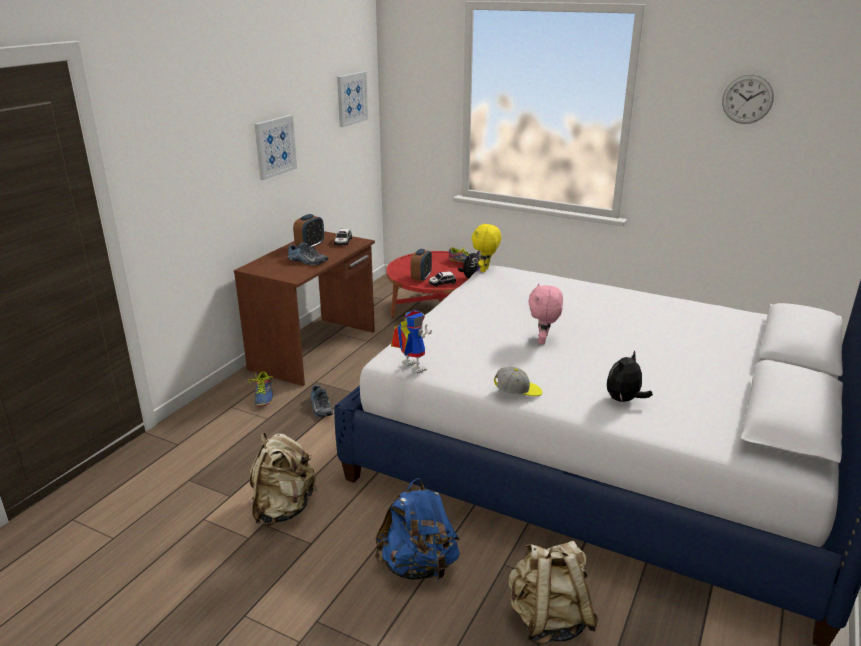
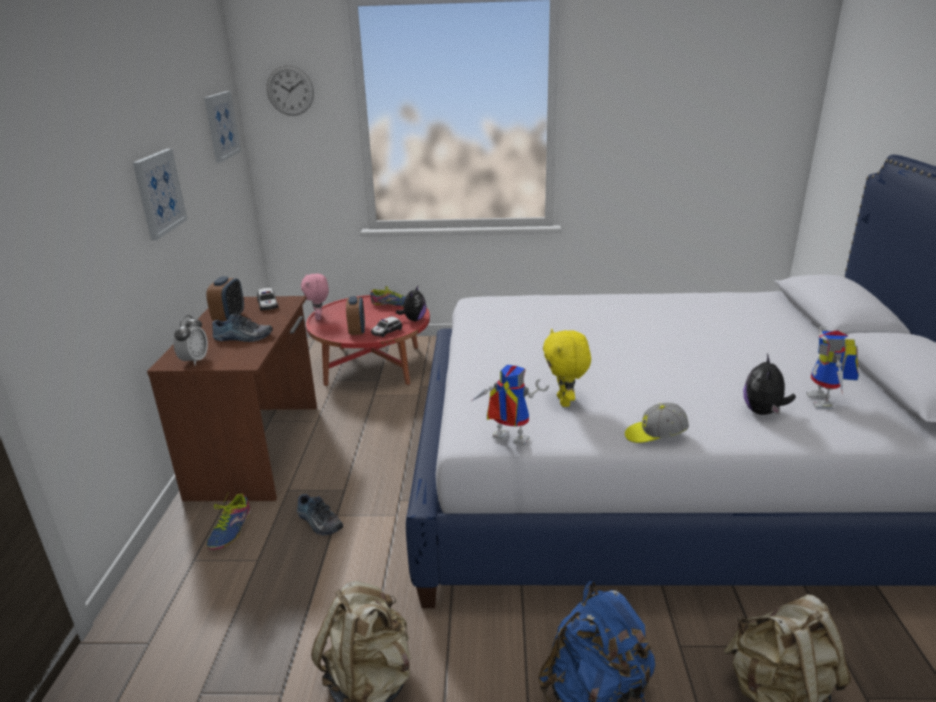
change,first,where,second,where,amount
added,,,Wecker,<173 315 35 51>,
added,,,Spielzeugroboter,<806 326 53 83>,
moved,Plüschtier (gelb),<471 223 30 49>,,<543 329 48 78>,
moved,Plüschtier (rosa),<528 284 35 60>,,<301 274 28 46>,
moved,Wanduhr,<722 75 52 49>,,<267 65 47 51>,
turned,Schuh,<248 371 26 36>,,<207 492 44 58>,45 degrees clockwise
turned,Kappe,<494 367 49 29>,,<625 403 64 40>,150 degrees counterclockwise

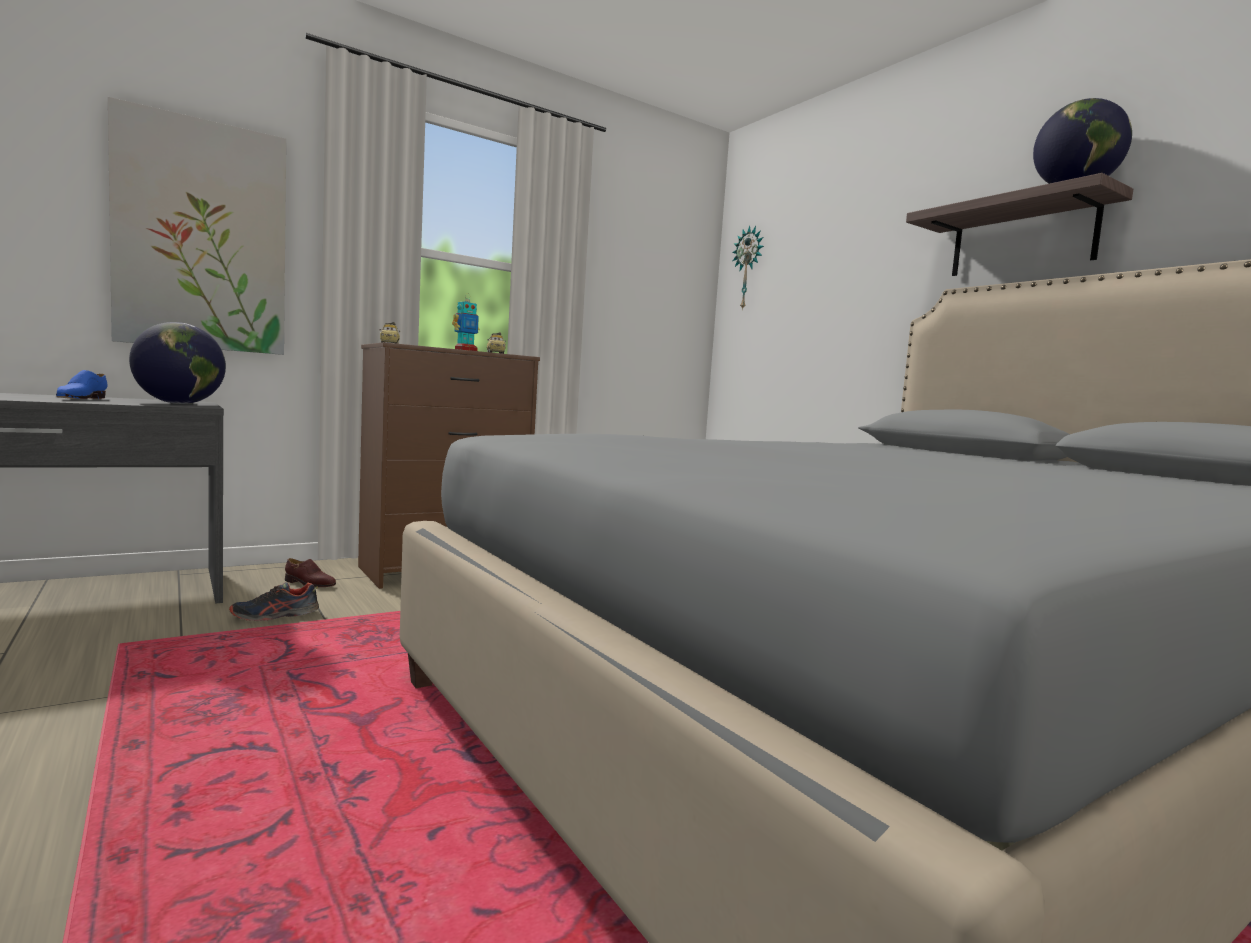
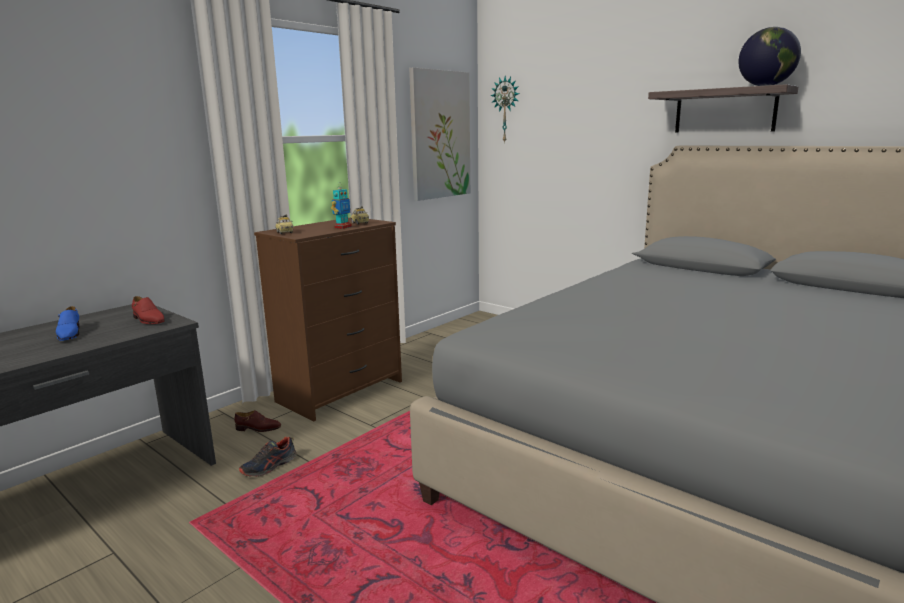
change,first,where,second,where,amount
moved,Bild,<108 97 178 258>,,<409 67 61 134>,
replaced,Globus,<129 322 97 82>,Schuh (rot),<132 296 33 28>,

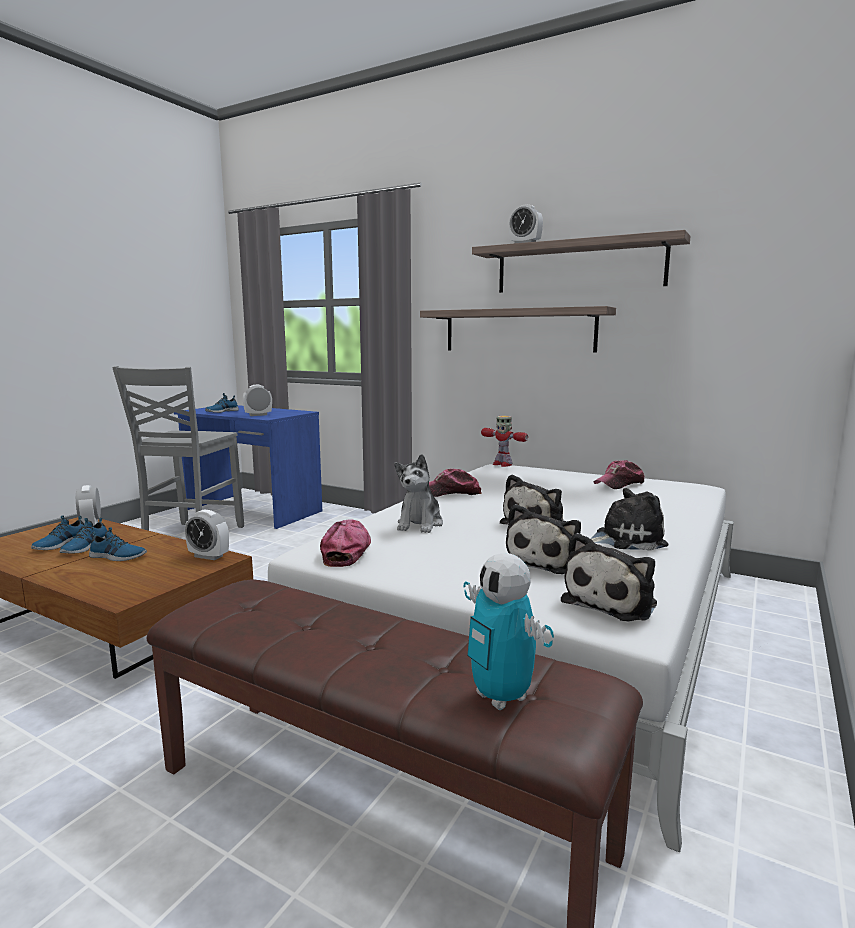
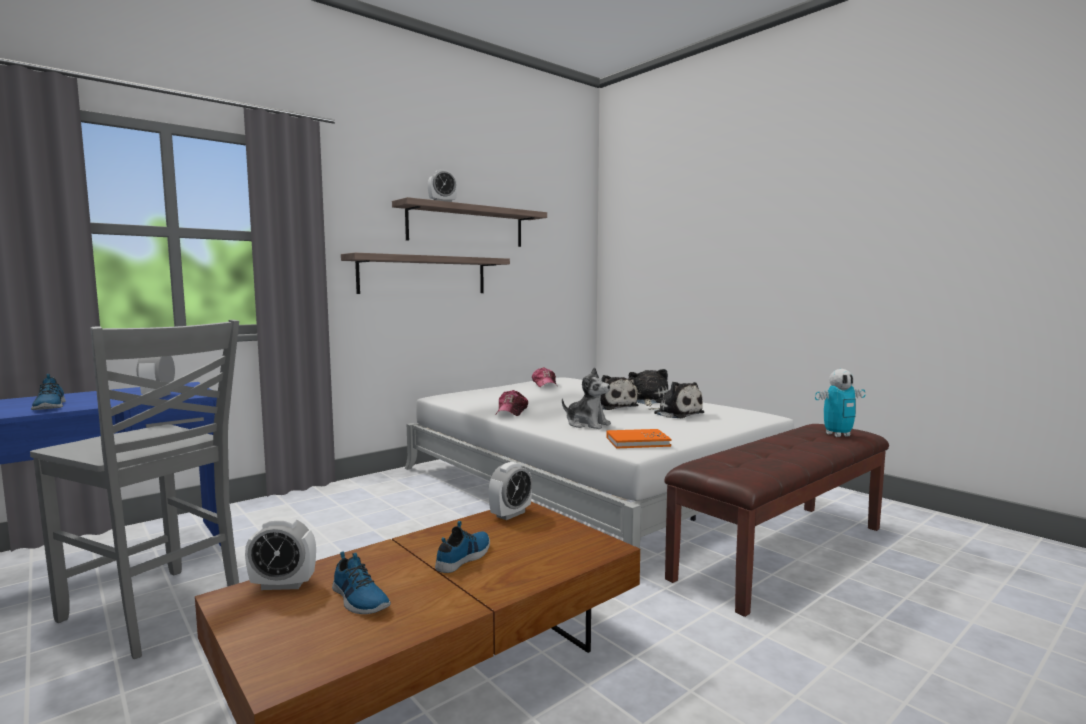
change,first,where,second,where,amount
removed,Schuh,<59 518 48 35>,,,
removed,Spielzeugroboter,<481 416 47 51>,,,
removed,Plüschtier,<561 533 96 89>,,,
replaced,Kappe,<320 519 51 48>,Buch (orange),<606 429 65 20>,

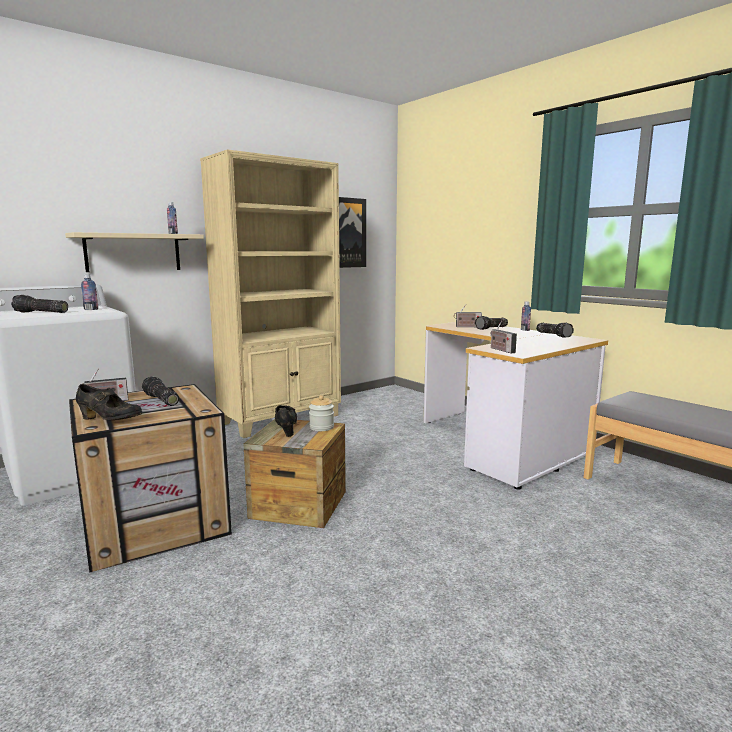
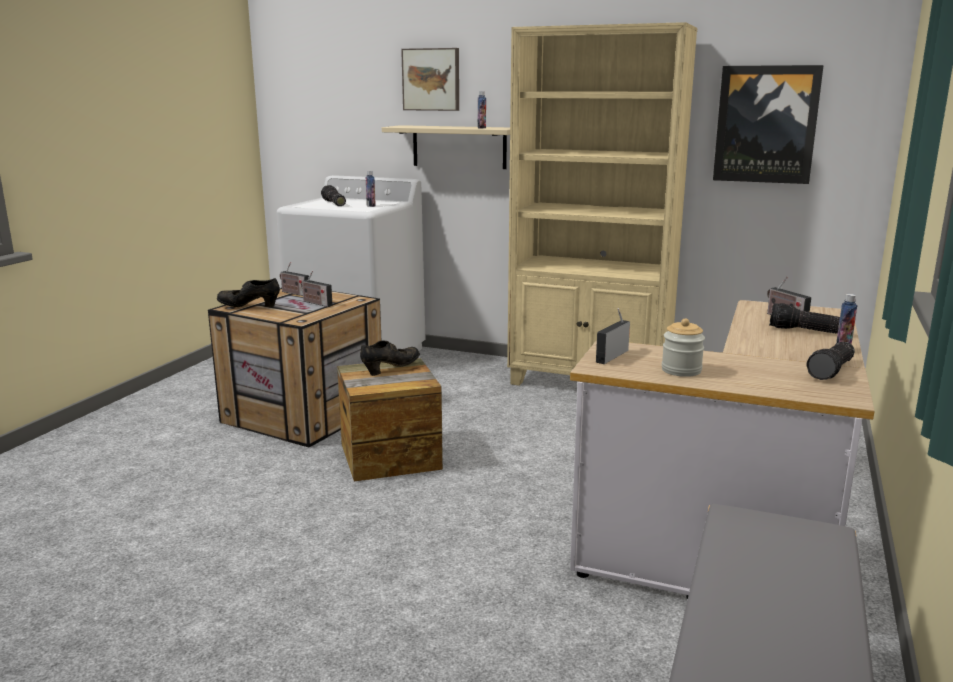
change,first,where,second,where,amount
added,,,Bild,<401 48 58 63>,
moved,Vorratsglas,<309 395 25 36>,,<662 319 43 58>,
replaced,Taschenlampe,<142 377 37 29>,Radio,<301 270 32 37>,
turned,Schuh (schwarz),<76 384 66 36>,,<217 278 63 29>,105 degrees clockwise

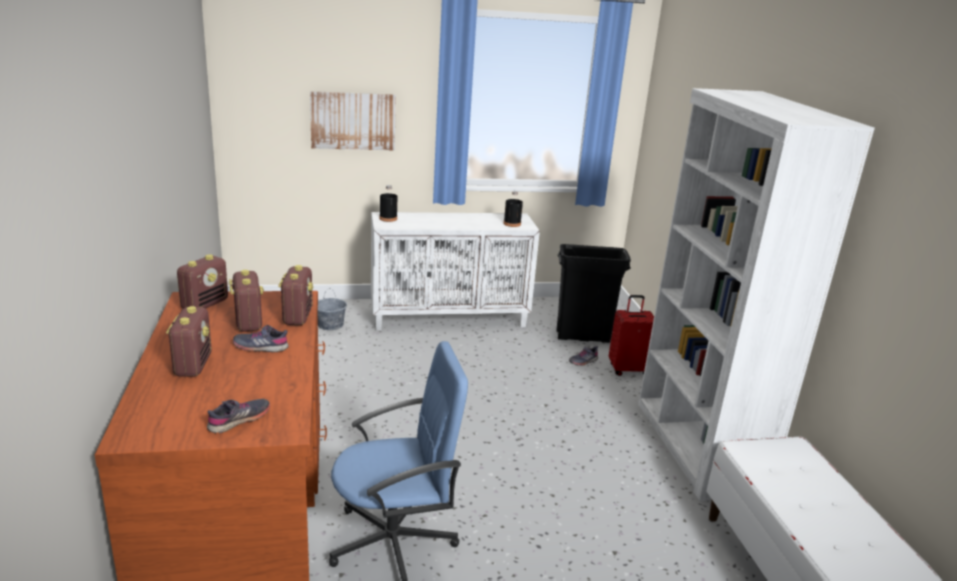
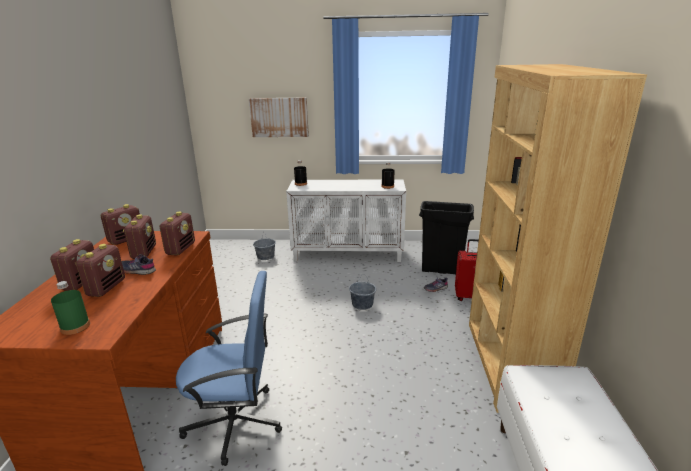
change,first,where,second,where,amount
added,,,Radio,<76 244 49 53>,
added,,,Eimer (grau),<349 274 27 36>,
replaced,Schuh (grau),<207 399 63 34>,Flasche (grün),<51 281 39 54>,
recoloured,Bücherregal (weiß),<638 88 237 413>,Bücherregal (braun),<469 64 178 349>,

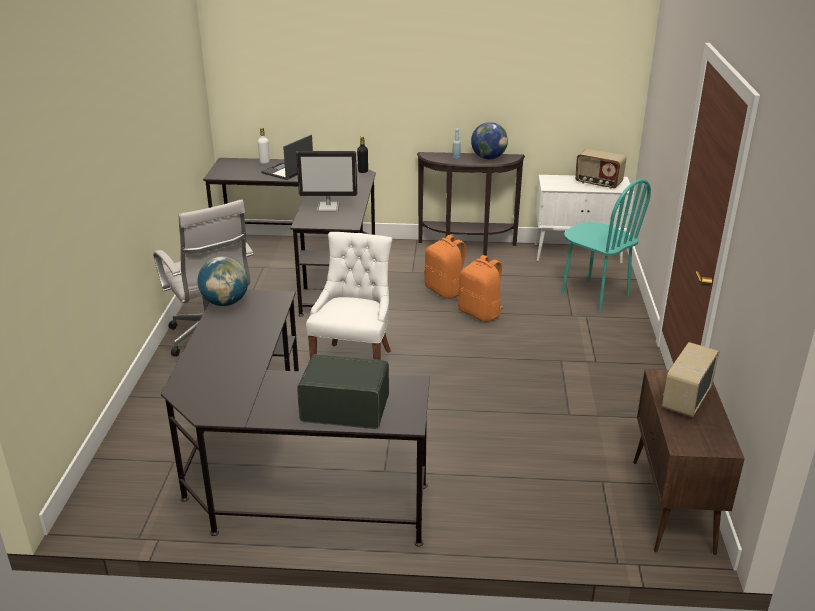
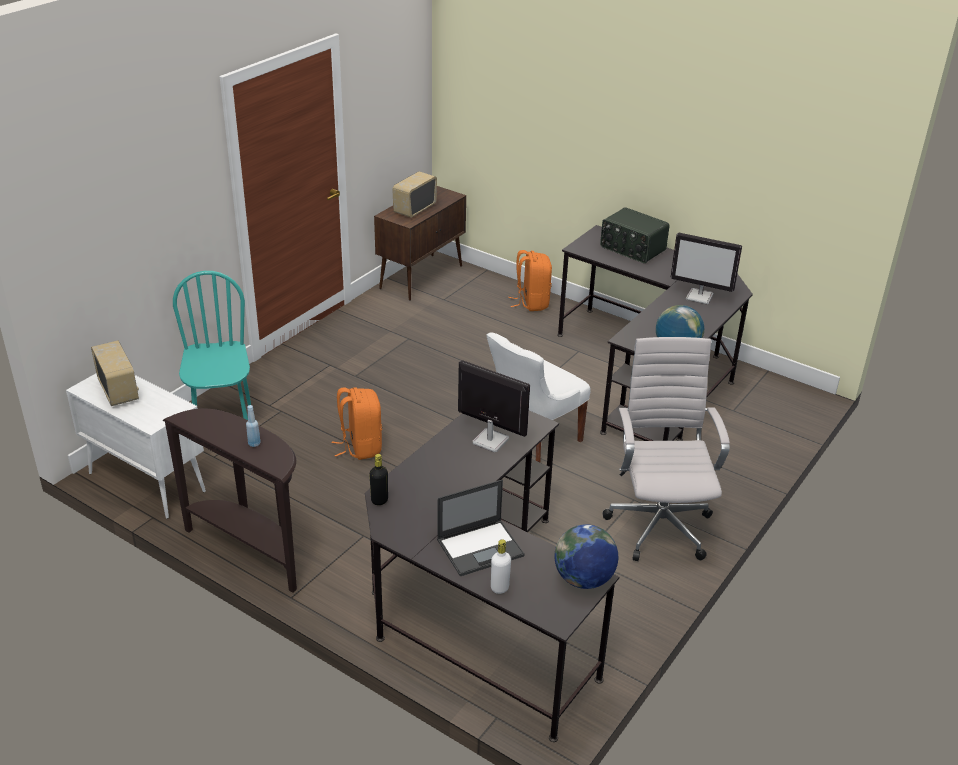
change,first,where,second,where,amount
added,,,Monitor,<671 232 71 72>,
moved,Rucksack (orange),<424 235 42 64>,,<508 250 44 61>,
moved,Globus,<471 122 37 37>,,<554 524 64 65>,
turned,Radio,<662 342 57 75>,,<392 171 45 47>,150 degrees clockwise

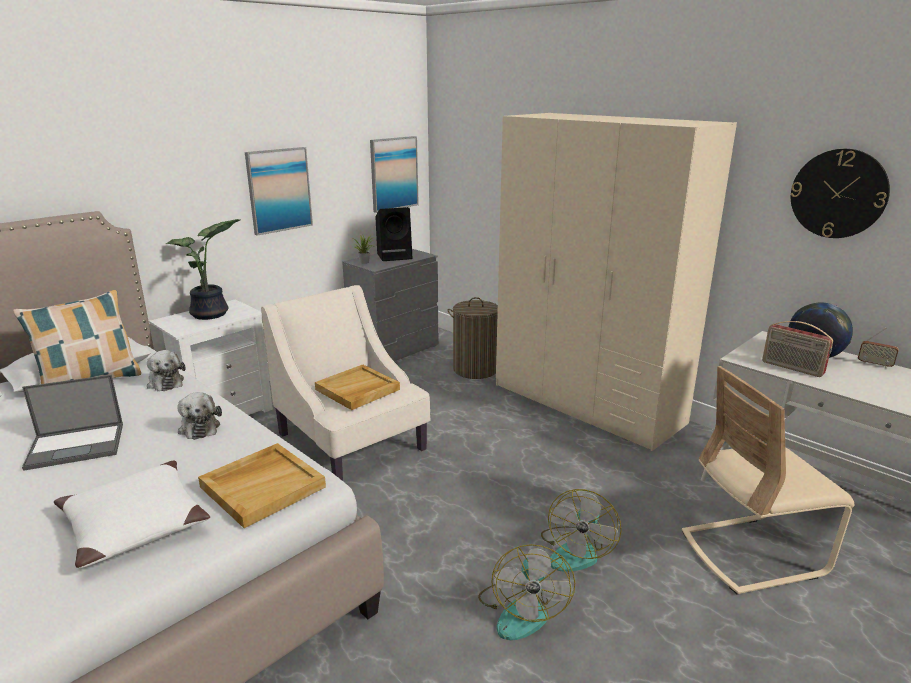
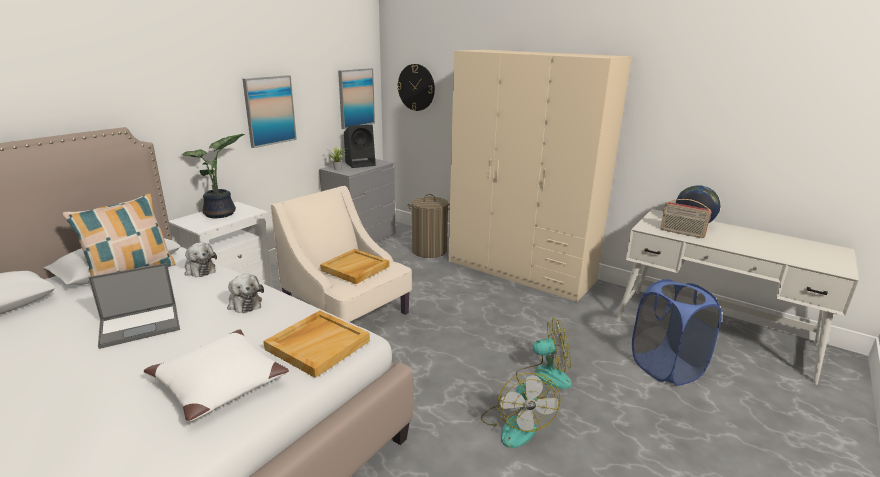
change,first,where,second,where,amount
removed,Radio,<858 328 41 40>,,,
moved,Wanduhr,<791 149 99 89>,,<397 64 38 47>,
replaced,Stuhl (beige),<682 366 173 229>,Wäschekorb (blau),<632 279 90 107>,
turned,Ventilator,<541 489 80 83>,,<516 318 56 81>,105 degrees counterclockwise

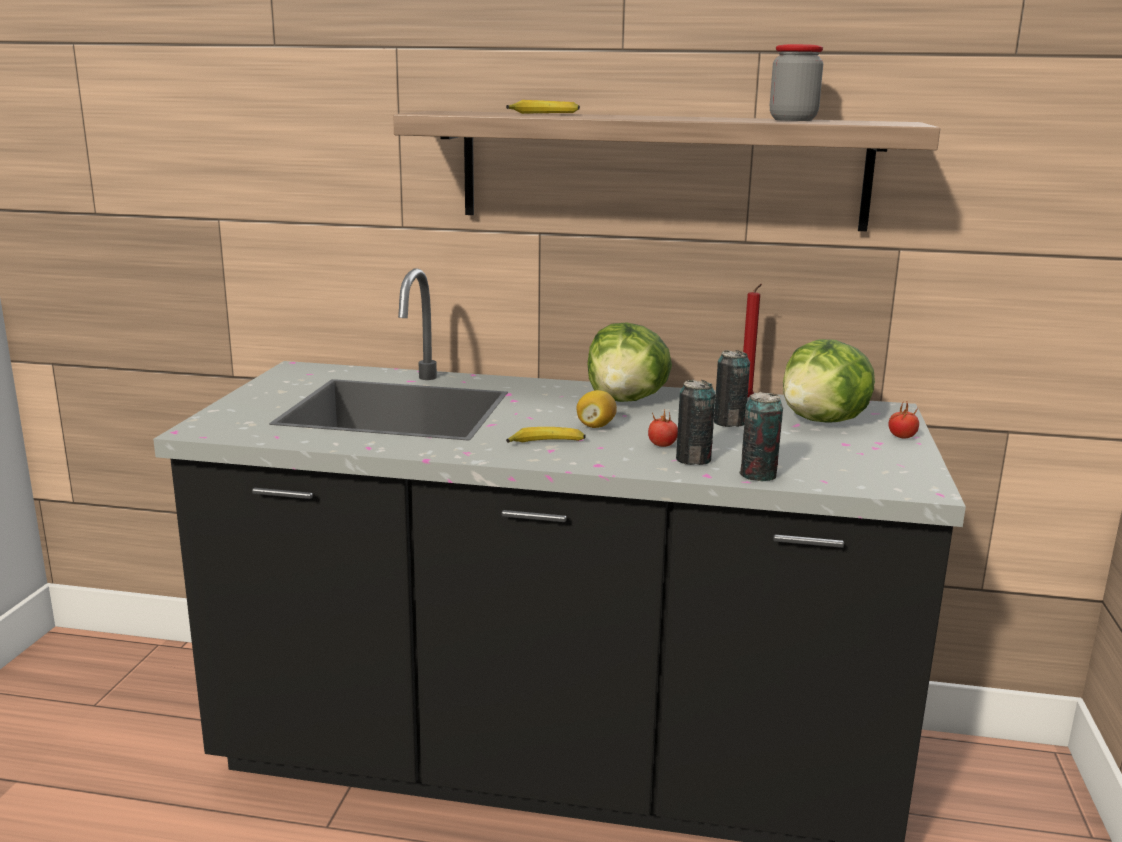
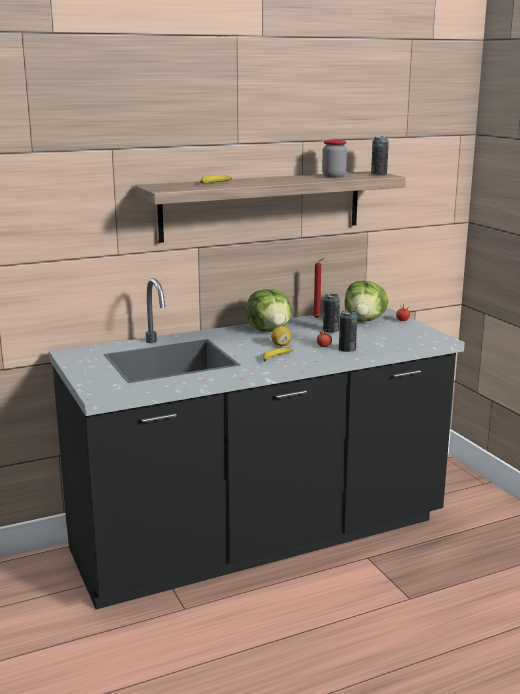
change,first,where,second,where,amount
moved,Dose,<739 392 44 89>,,<371 136 18 39>,

